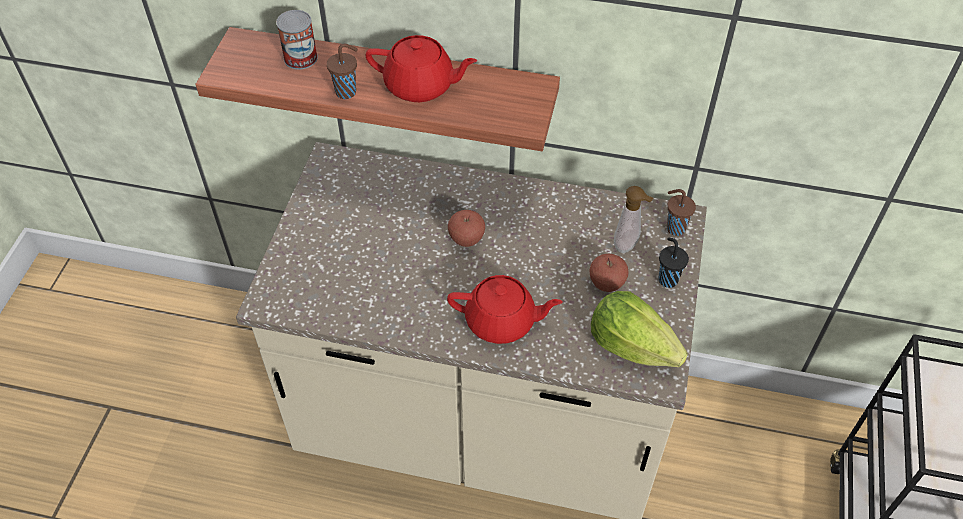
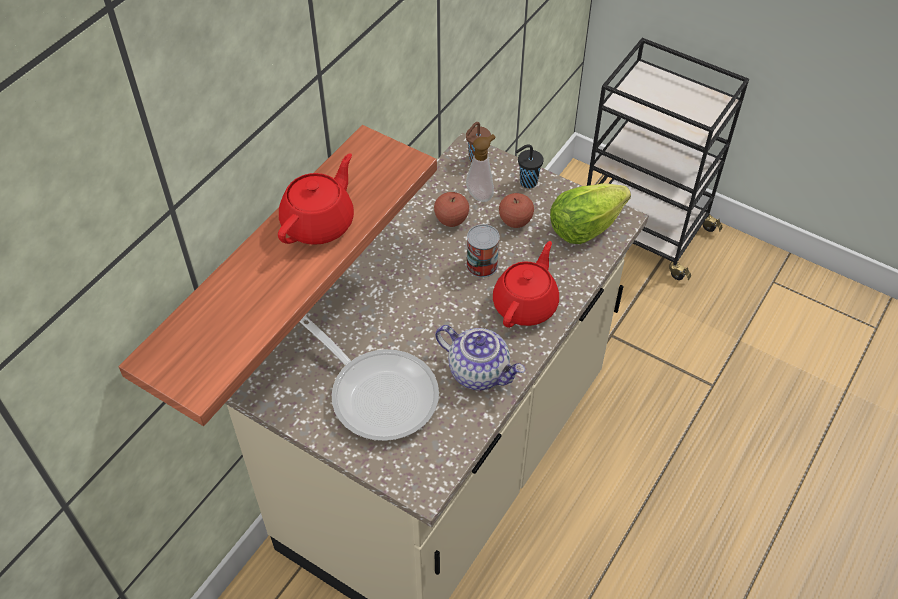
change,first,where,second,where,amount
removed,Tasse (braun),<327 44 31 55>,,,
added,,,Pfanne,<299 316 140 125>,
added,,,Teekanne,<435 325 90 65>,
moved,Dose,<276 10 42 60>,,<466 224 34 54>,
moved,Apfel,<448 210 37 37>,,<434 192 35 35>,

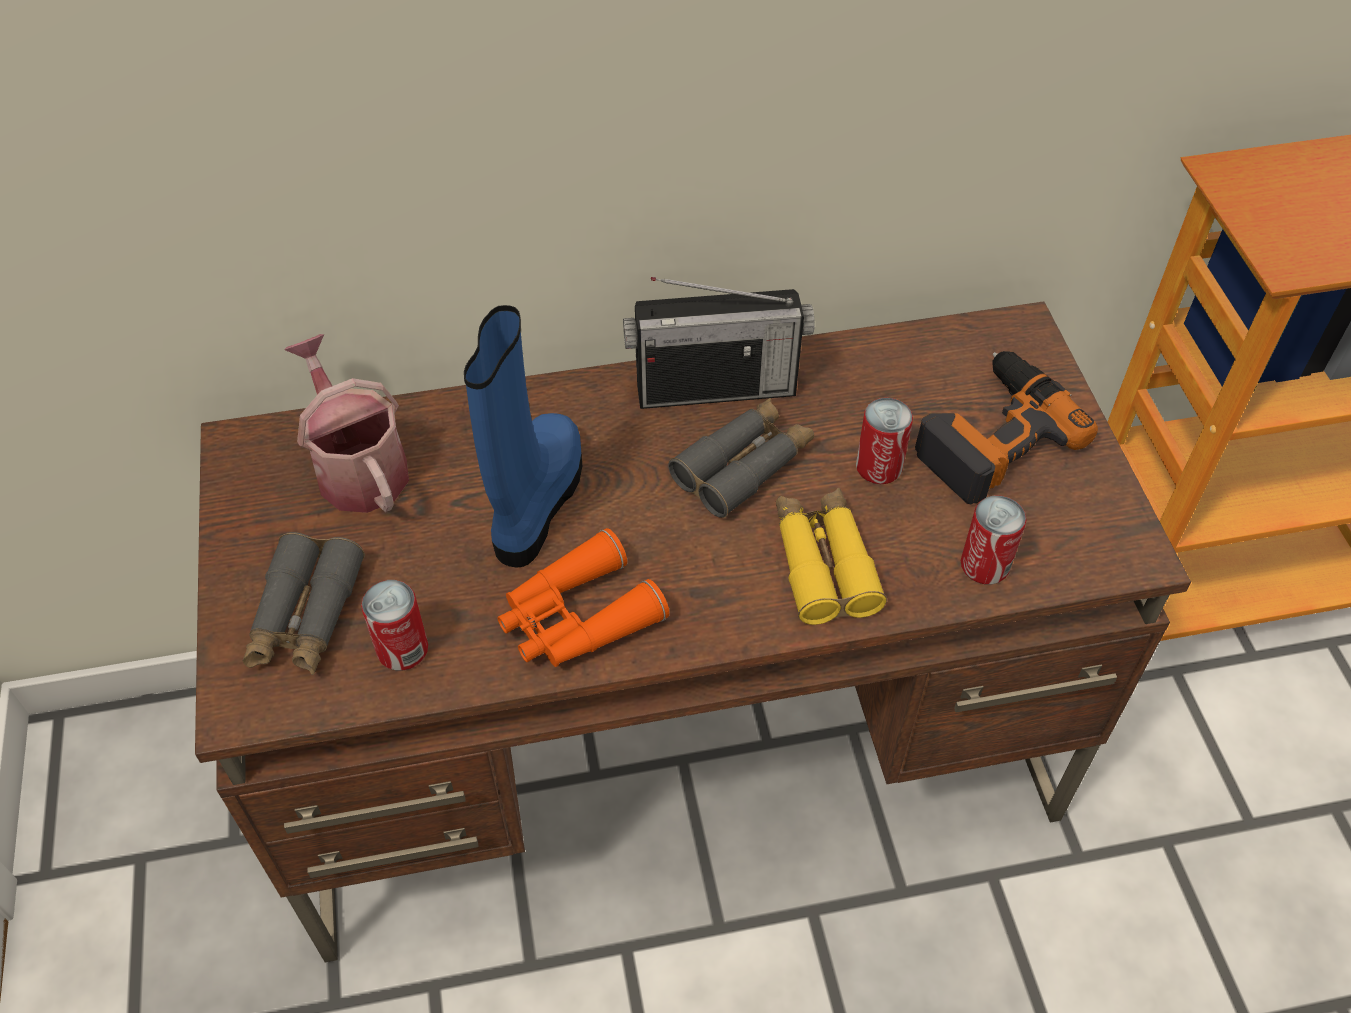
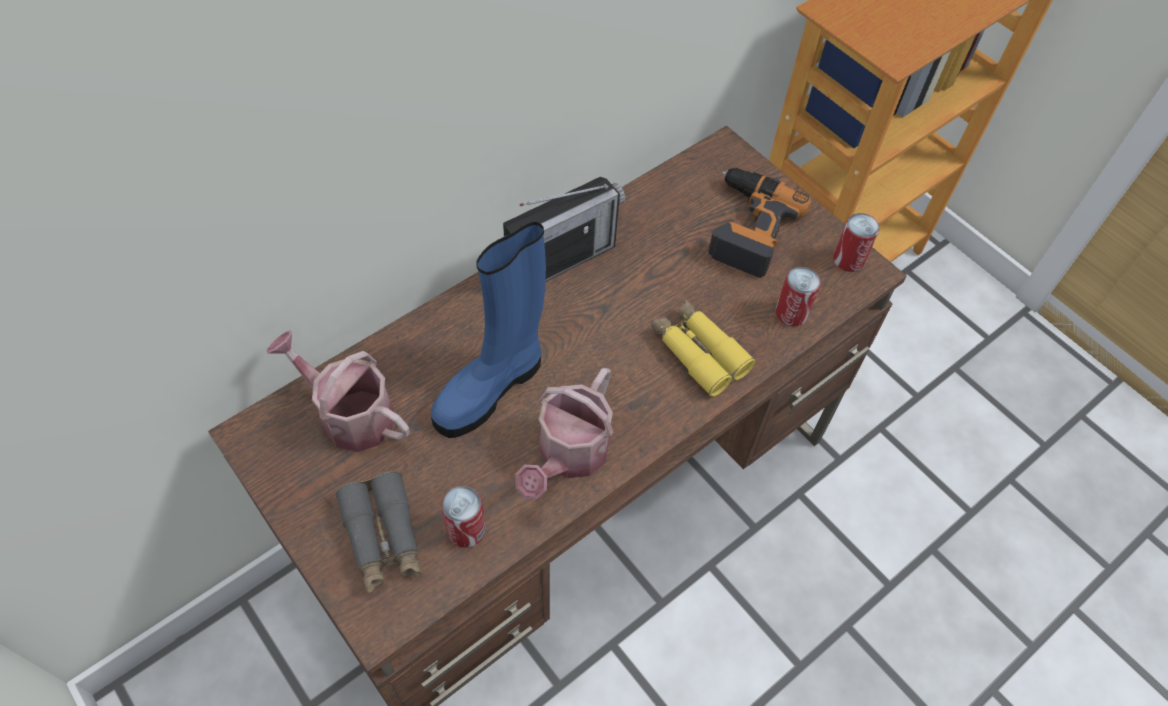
change,first,where,second,where,amount
removed,Fernglas (grau),<668 398 146 120>,,,
moved,Dose,<856 398 57 86>,,<833 213 47 59>,
replaced,Fernglas (orange),<497 528 172 139>,Gießkanne,<515 368 98 131>,
turned,Stiefel (blau),<464 305 118 263>,,<431 221 115 217>,120 degrees counterclockwise

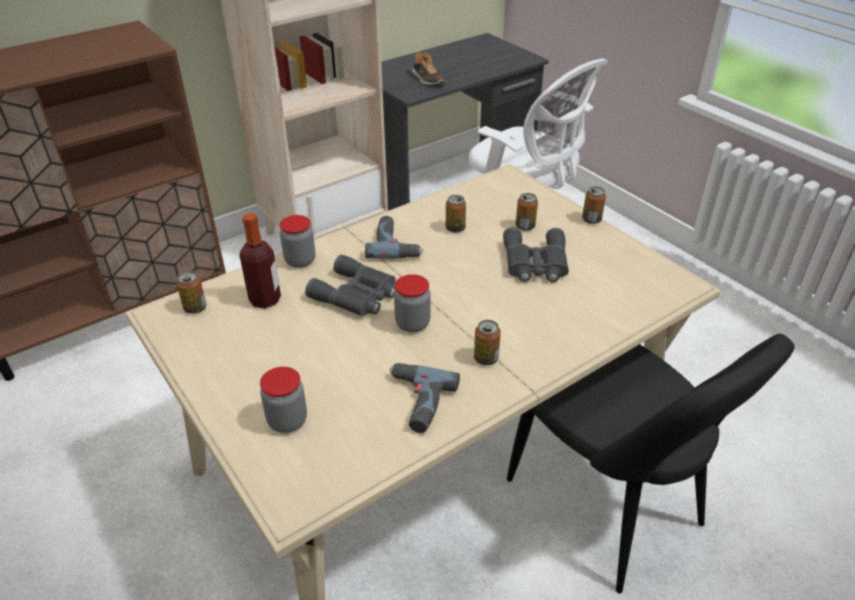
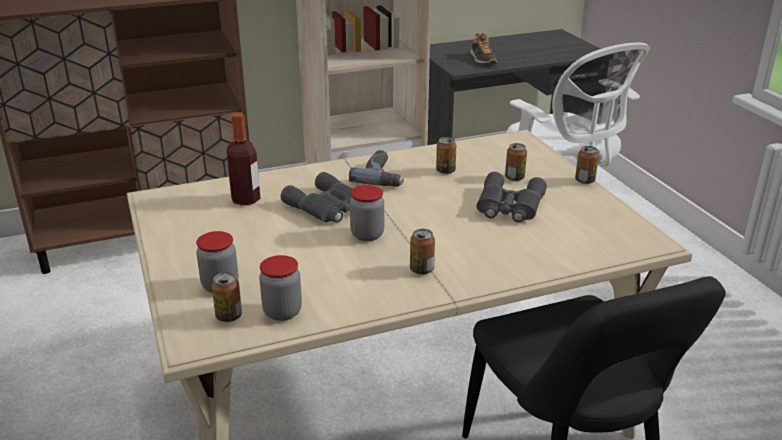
change,first,where,second,where,amount
removed,Bohrmaschine,<389 363 71 70>,,,
moved,Dose,<176 271 31 43>,,<212 272 30 50>,
moved,Vorratsglas,<280 215 35 53>,,<259 255 43 66>,

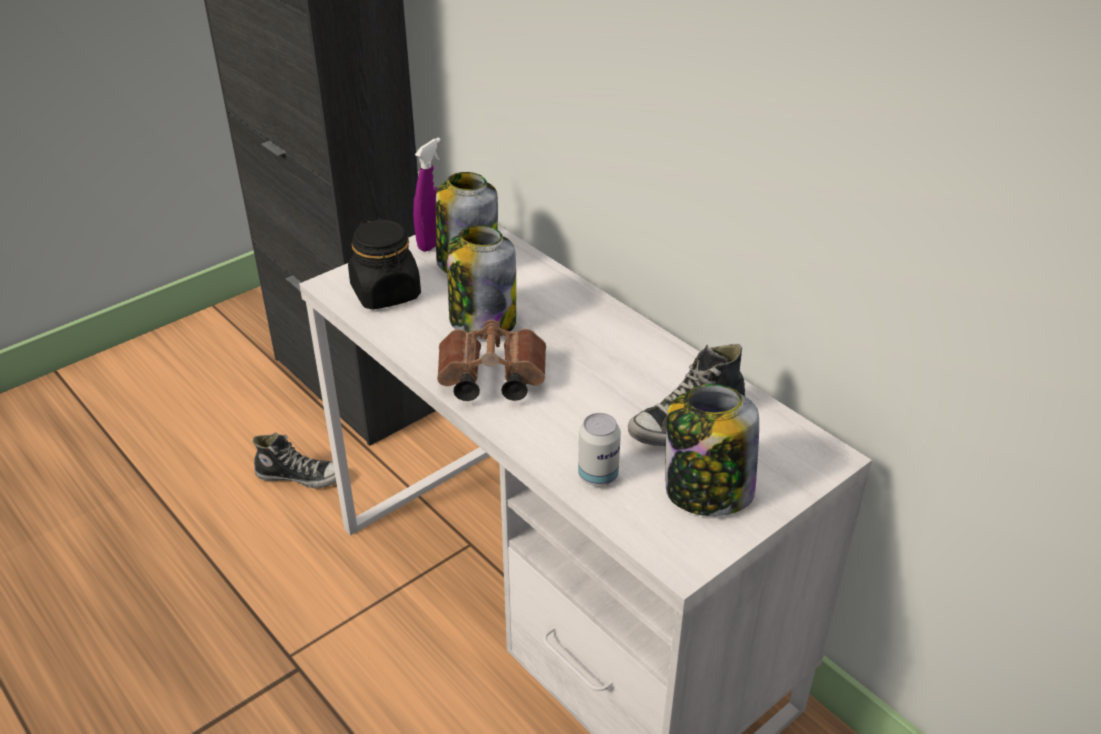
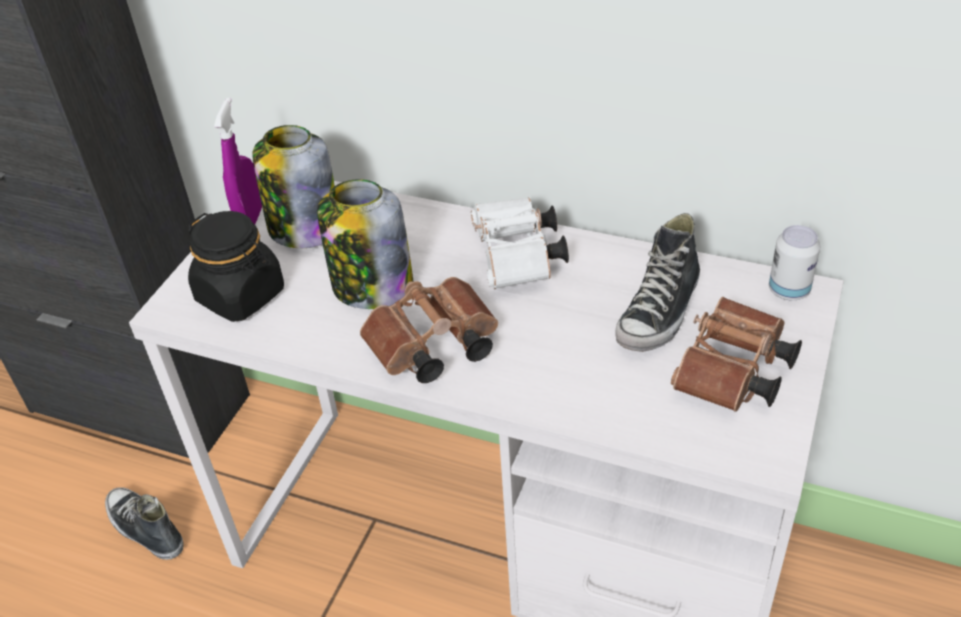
change,first,where,second,where,amount
added,,,Fernglas (weiß),<471 197 98 92>,
moved,Dose,<578 413 43 73>,,<769 225 51 75>,
replaced,Vorratsglas,<666 384 93 132>,Fernglas (braun),<671 297 131 115>,
turned,Schuh,<253 433 83 56>,,<105 487 79 73>,120 degrees counterclockwise

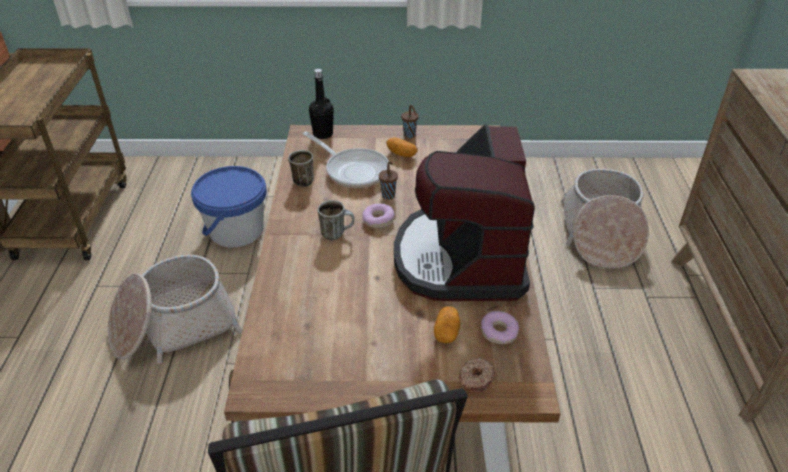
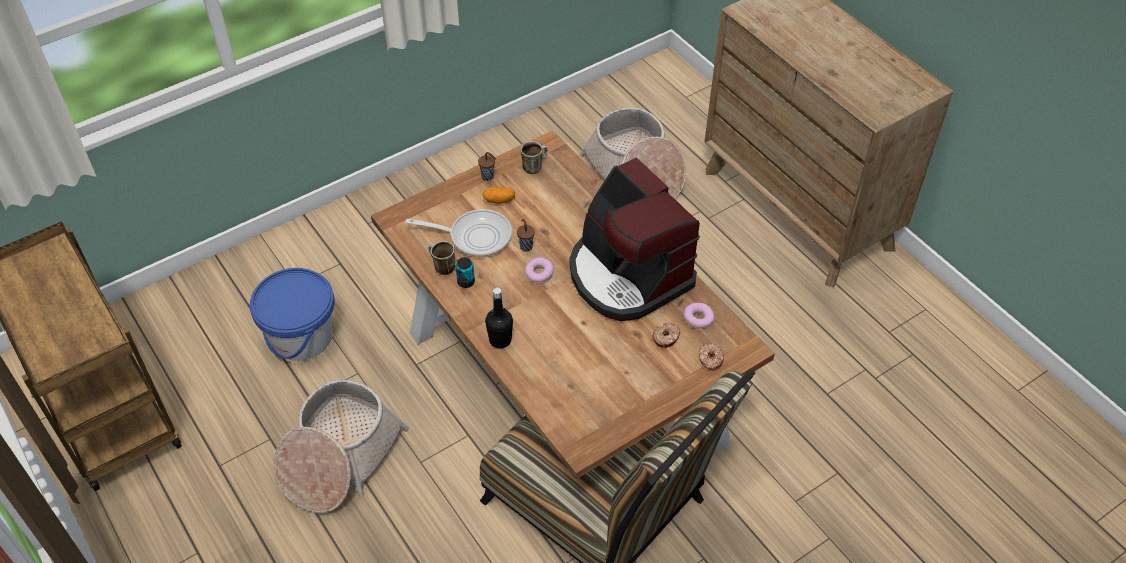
change,first,where,second,where,amount
added,,,Dose,<456 257 19 31>,
moved,Flasche (schwarz),<309 69 25 70>,,<485 287 28 62>,
moved,Henkelbecher,<318 200 37 41>,,<521 141 27 33>,
replaced,Kartoffel,<434 306 26 37>,Donut,<652 322 29 26>,

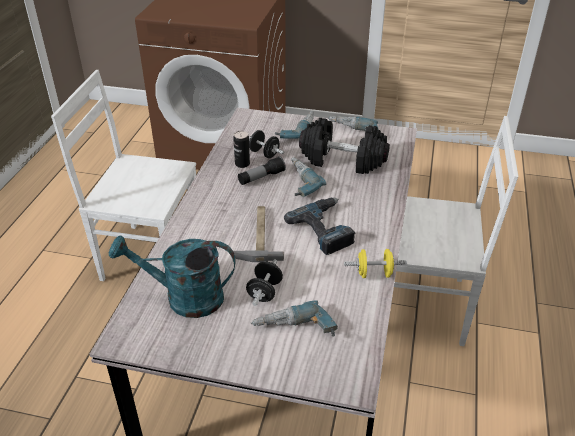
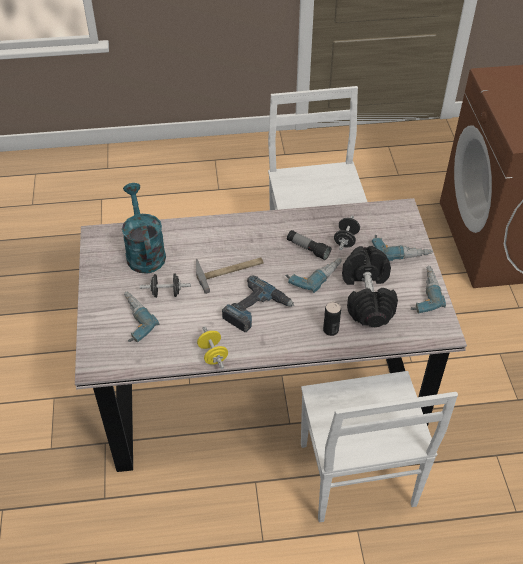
change,first,where,second,where,amount
moved,Dose,<233 131 17 37>,,<323 301 18 35>,

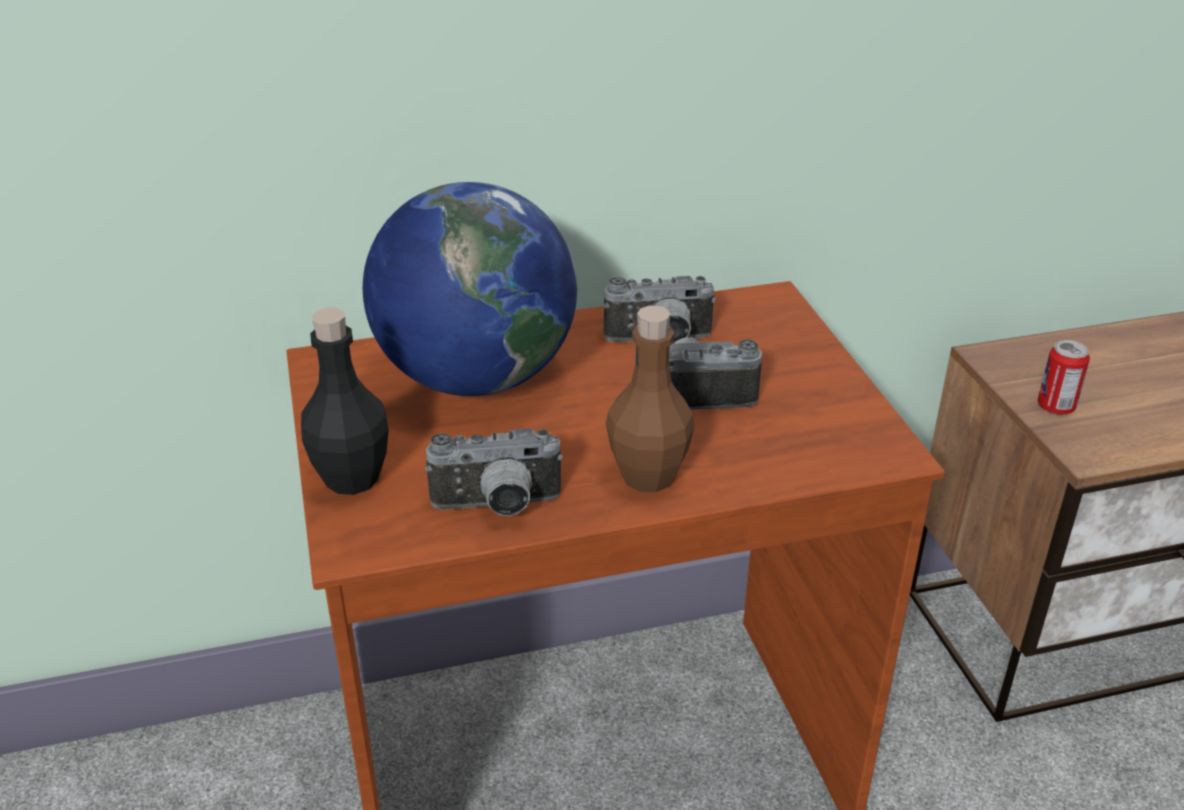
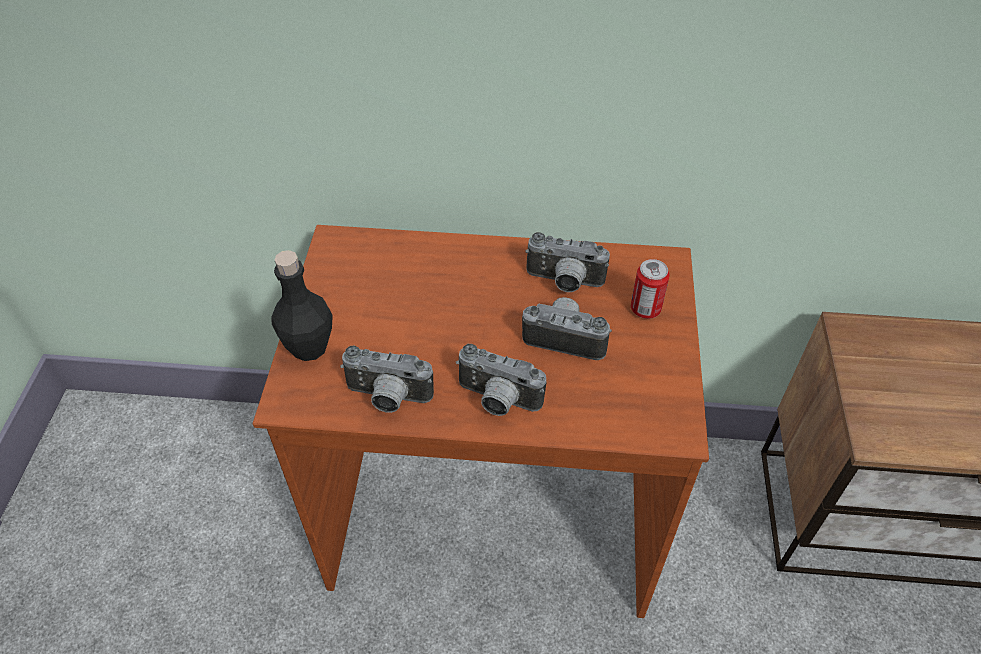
change,first,where,second,where,amount
removed,Globus,<363 182 214 214>,,,
moved,Dose,<1038 340 52 75>,,<631 259 39 60>,
replaced,Flasche (braun),<606 306 89 186>,Kamera,<456 344 91 72>,

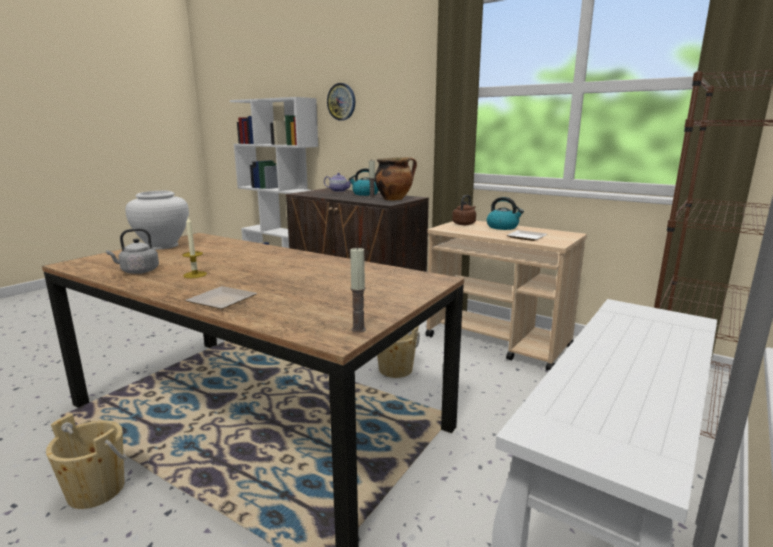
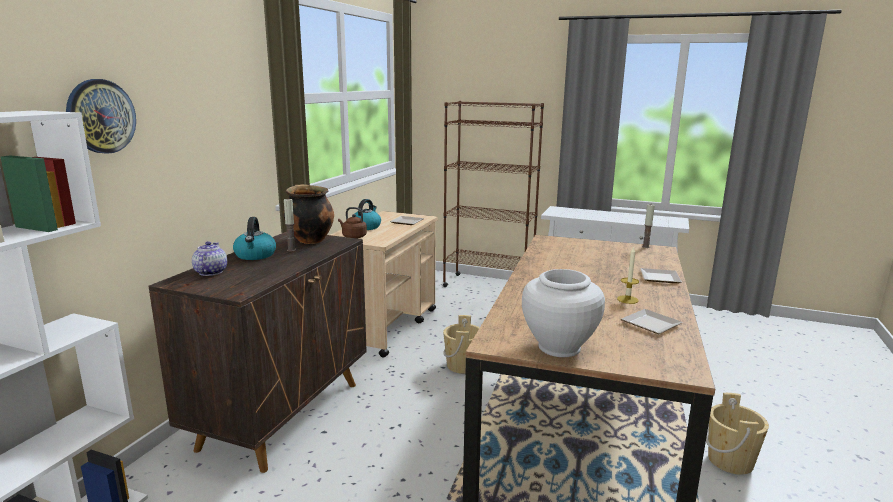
change,first,where,second,where,amount
replaced,Wasserkessel (grau),<106 228 53 46>,Teller,<621 309 62 25>,

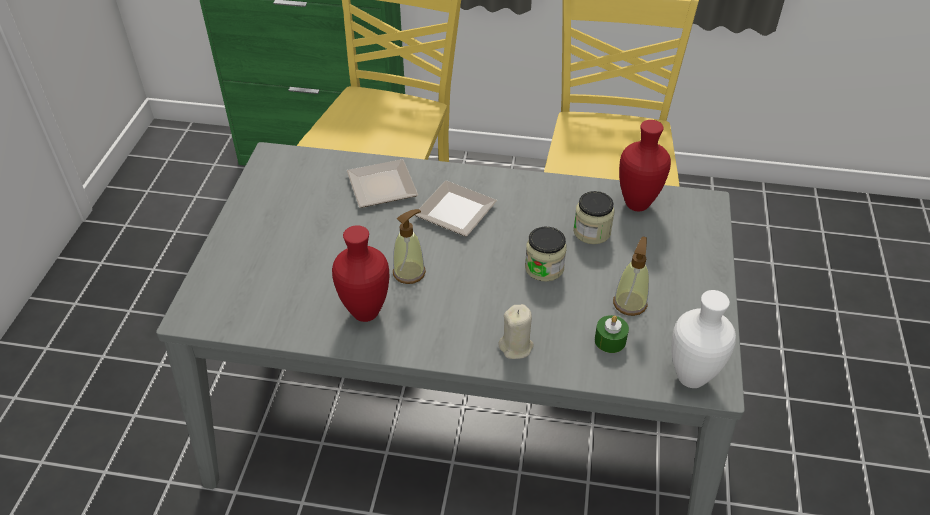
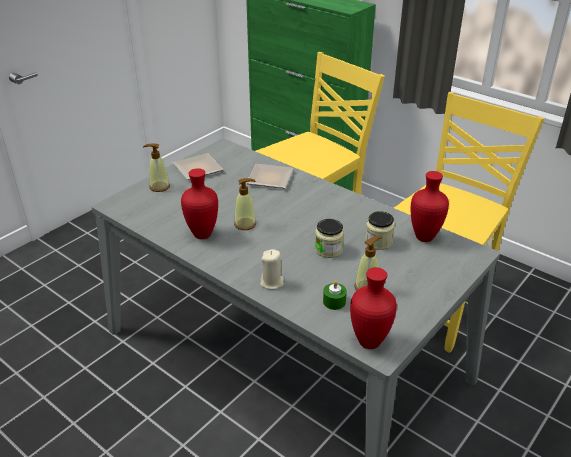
change,first,where,second,where,amount
added,,,Seifenspender,<143 143 27 49>,
moved,Teller,<415 180 82 57>,,<173 153 51 27>,
recoloured,Vase (weiß),<671 290 65 98>,Vase (rot),<350 267 47 82>,

